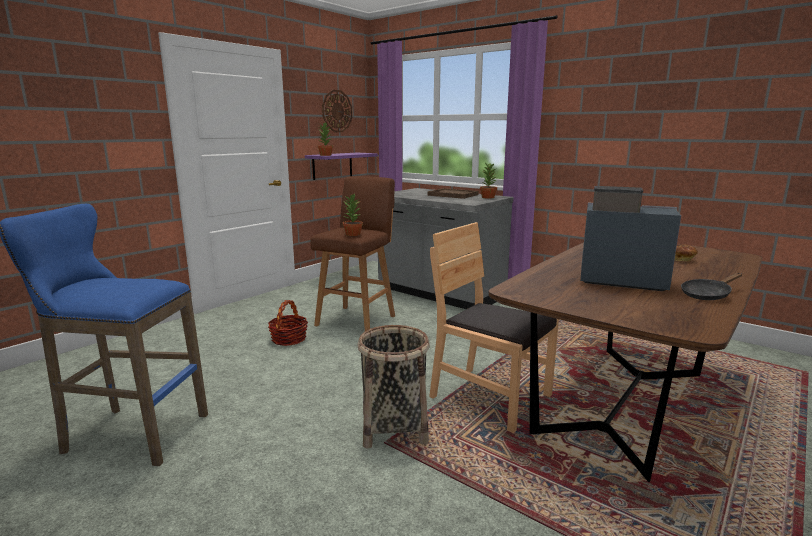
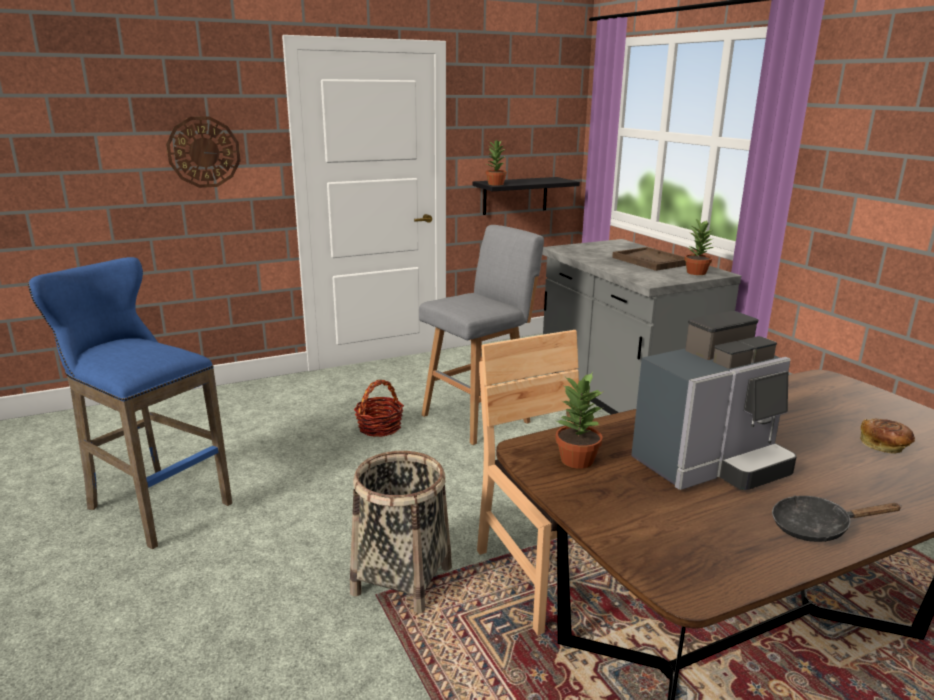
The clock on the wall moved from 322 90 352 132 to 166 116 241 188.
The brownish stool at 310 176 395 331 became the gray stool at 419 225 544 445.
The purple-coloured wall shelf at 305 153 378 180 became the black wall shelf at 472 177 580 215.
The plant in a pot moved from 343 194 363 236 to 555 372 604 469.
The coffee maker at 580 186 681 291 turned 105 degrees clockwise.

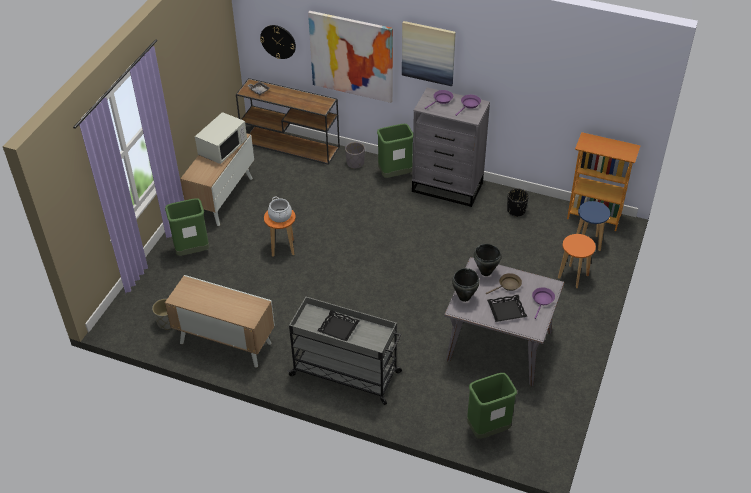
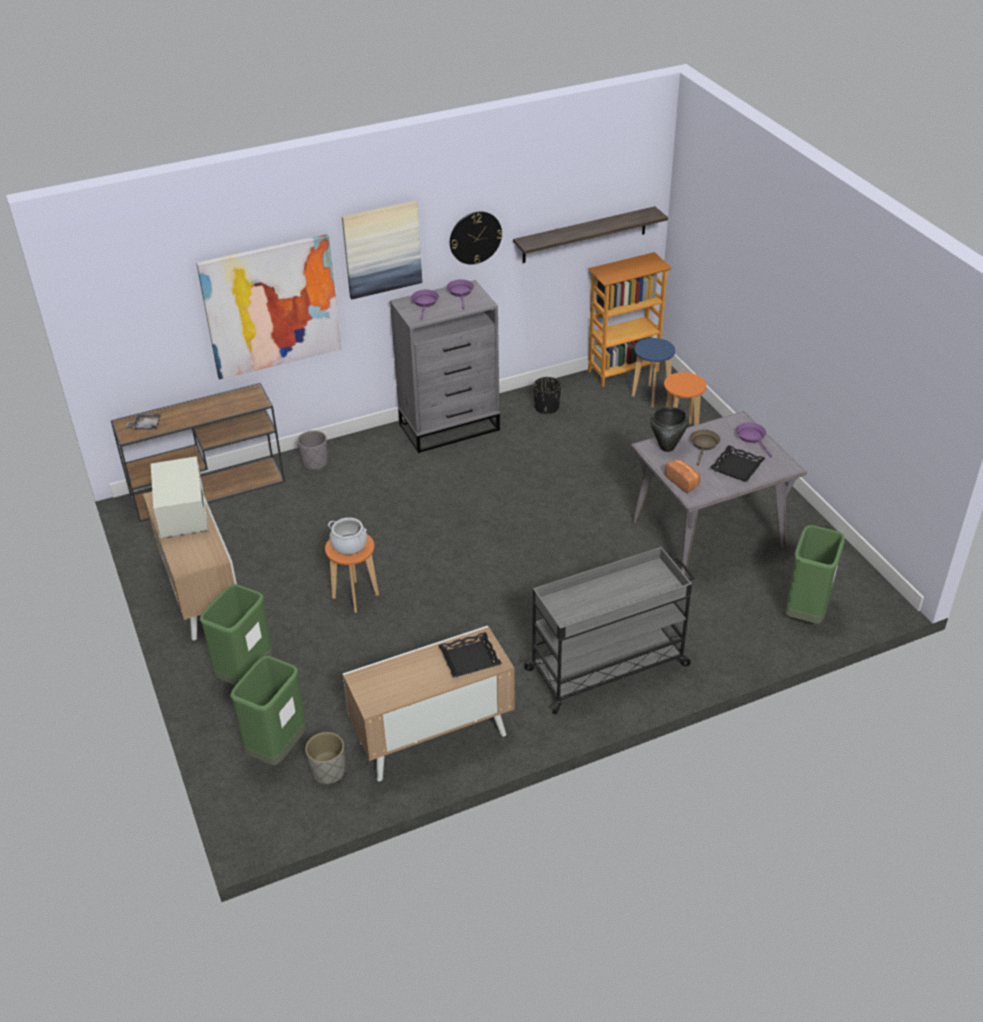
The green-coloured trash can moved from 377 124 413 178 to 230 656 306 765.
The black serving tray moved from 317 310 360 341 to 439 632 502 678.
The clock on the wall moved from 260 25 296 59 to 450 211 502 265.
The wall shelf at 513 206 668 263 appeared.
The black cooking pot at 452 268 480 302 was replaced by the bread at 665 460 700 493.

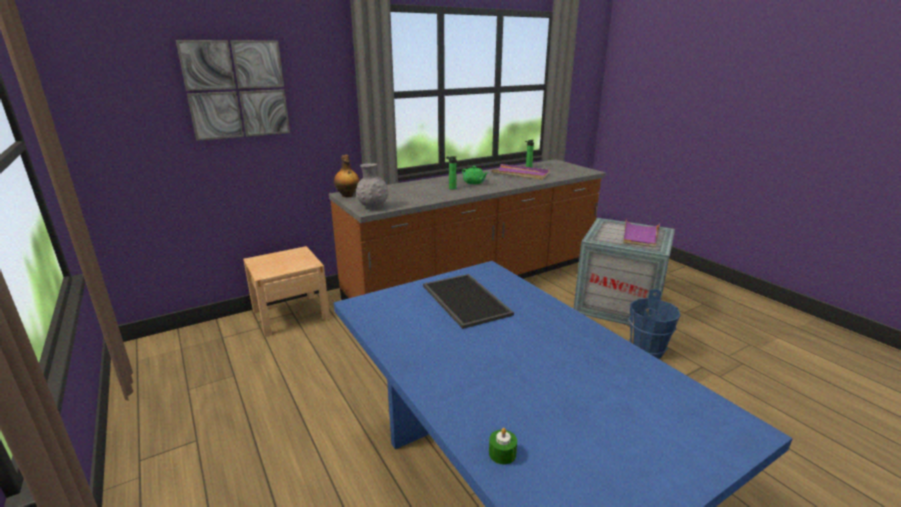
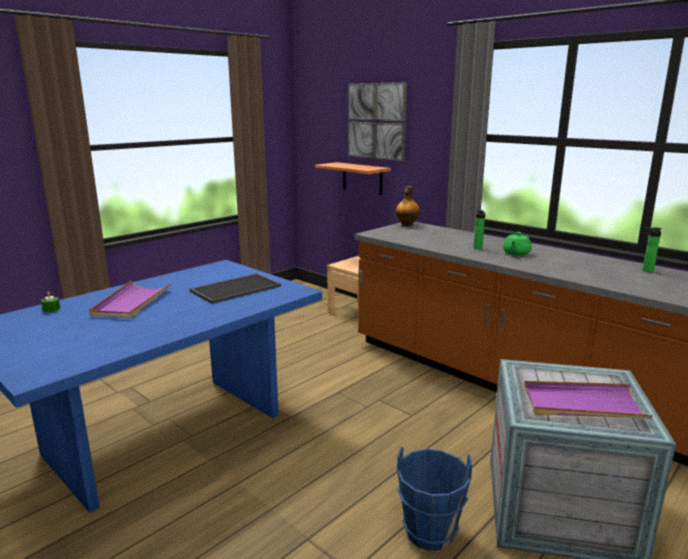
The purple-coloured serving tray moved from 492 164 550 180 to 89 281 172 318.
The wall shelf at 315 162 391 195 appeared.
The gray vase at 356 163 389 208 disappeared.

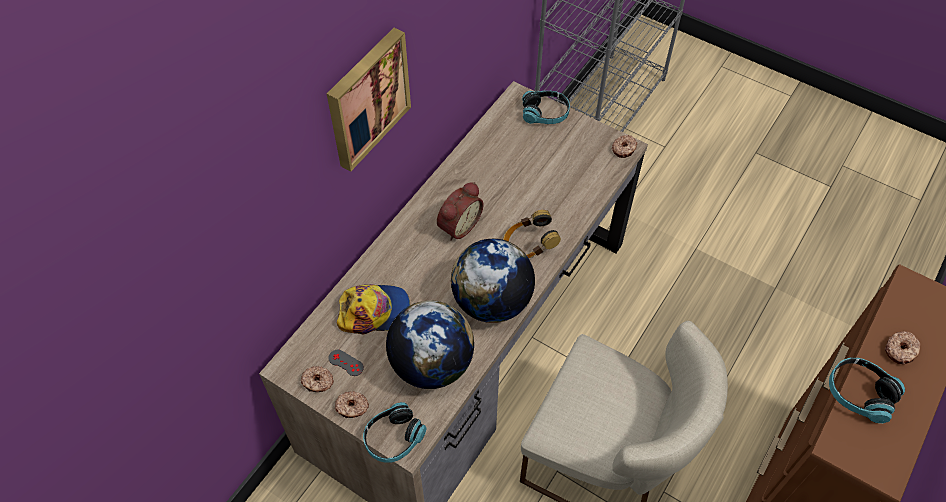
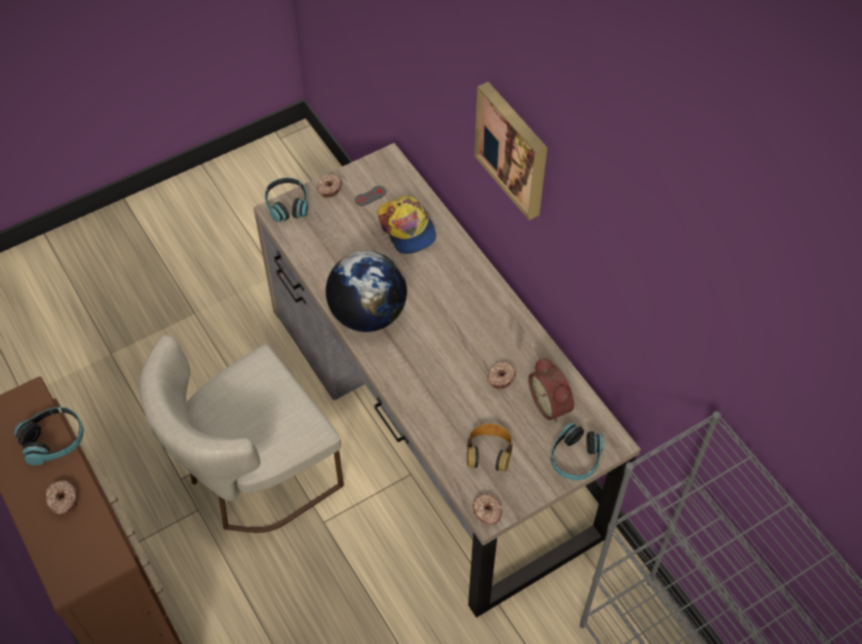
The baseball cap at 336 284 410 334 turned 45 degrees counterclockwise.
The headset moved from 503 210 561 258 to 467 423 513 472.
The ring doughnut moved from 300 366 334 392 to 487 361 516 389.
The table clock moved from 437 182 484 241 to 528 357 574 422.
The world globe at 386 300 474 389 disappeared.

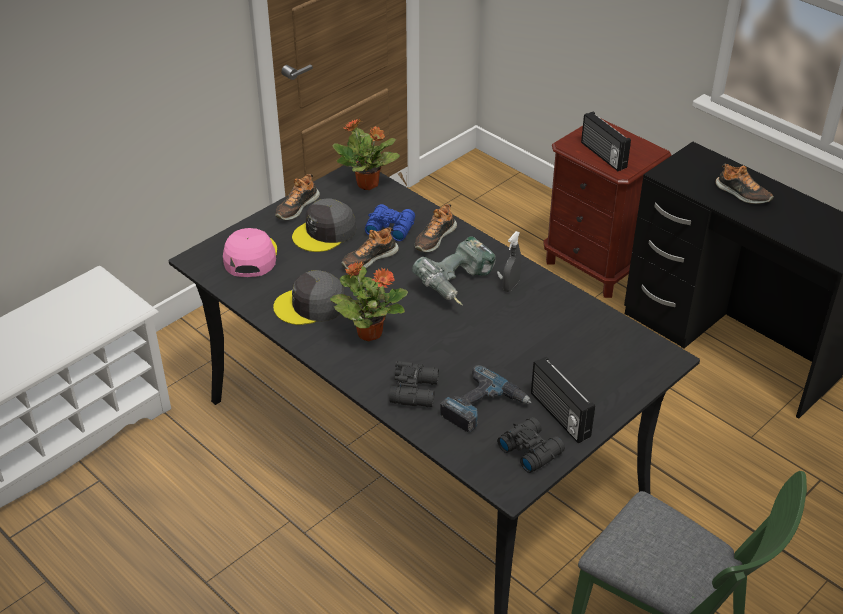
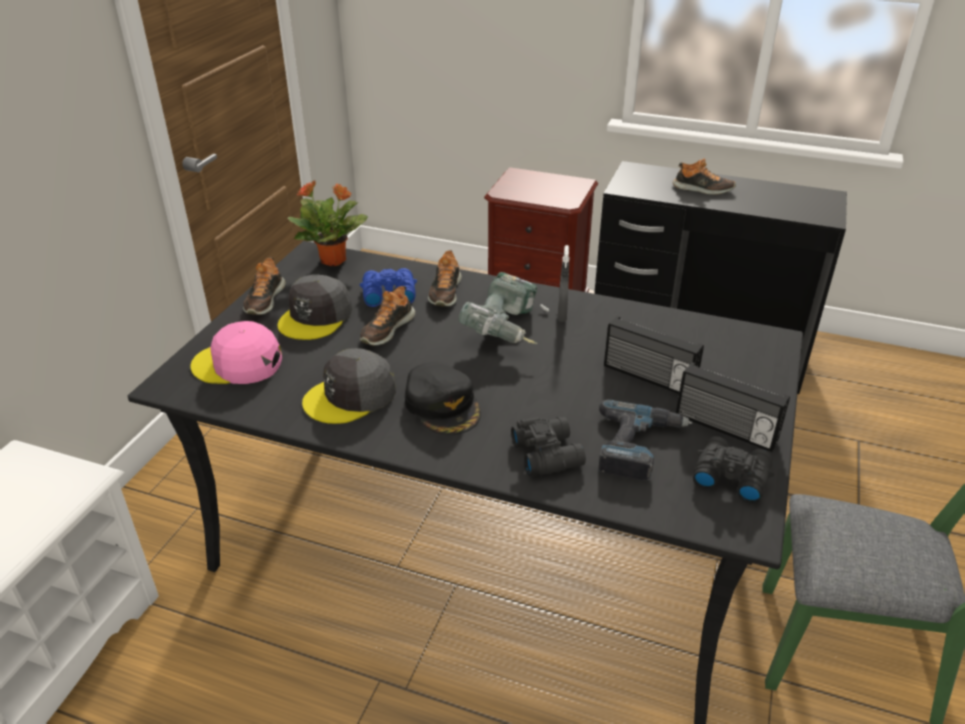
The pinkish baseball cap at 223 228 277 277 turned 60 degrees counterclockwise.
The plant in a pot at 330 262 408 341 was replaced by the black baseball cap at 405 362 481 435.
The radio moved from 581 111 631 171 to 604 316 704 394.

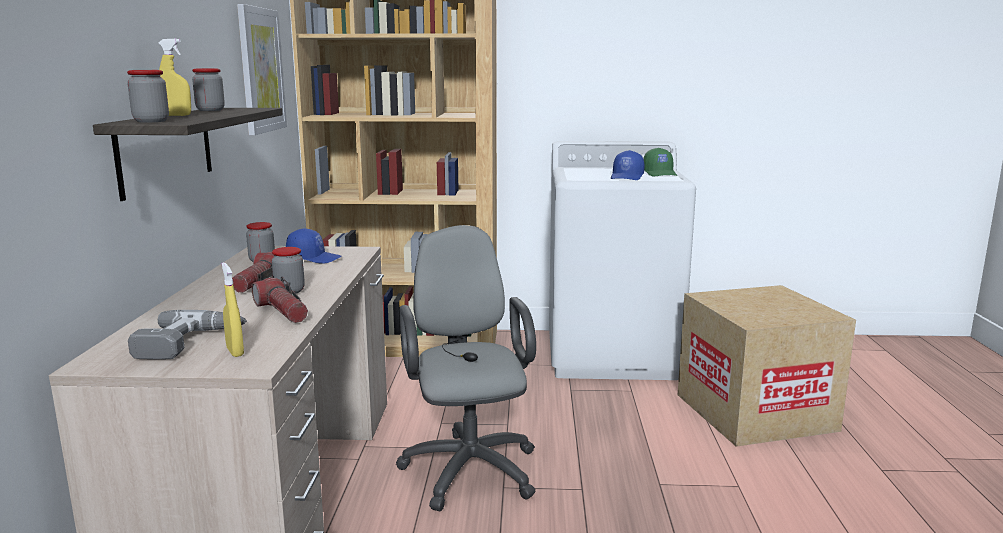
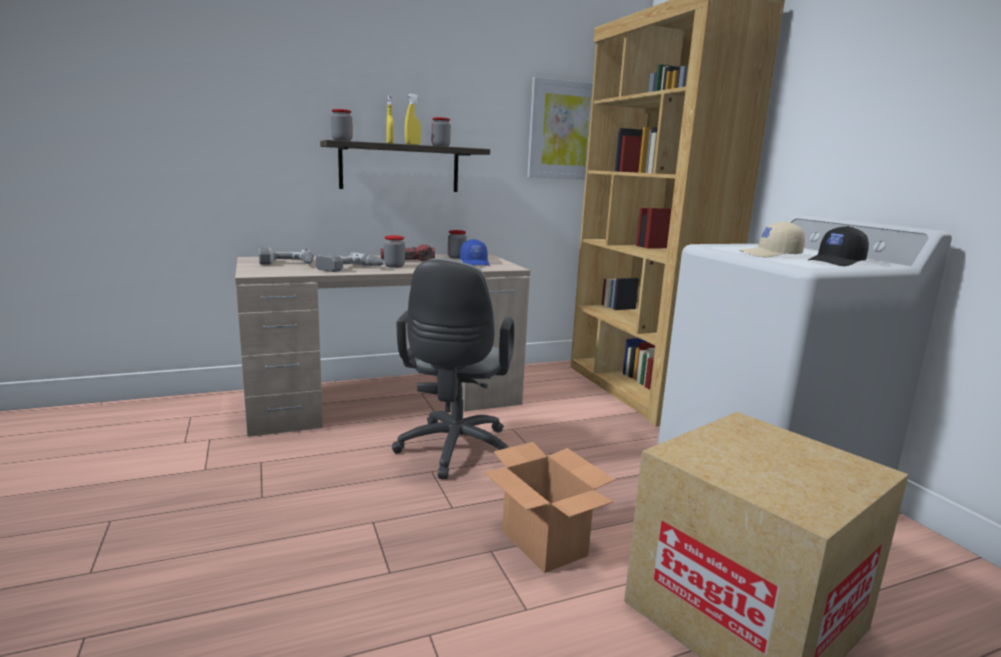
The hand torch at 252 277 308 323 was replaced by the drill at 315 252 385 272.
The gray desk chair at 396 225 536 511 turned 135 degrees clockwise.
The yellowish sprayer moved from 222 262 244 357 to 405 94 421 145.
The packing box at 484 442 615 573 appeared.
The blue-coloured baseball cap at 611 150 644 180 became the sand-coloured baseball cap at 740 221 805 257.
The green-coloured baseball cap at 643 148 677 176 became the black baseball cap at 807 226 869 266.

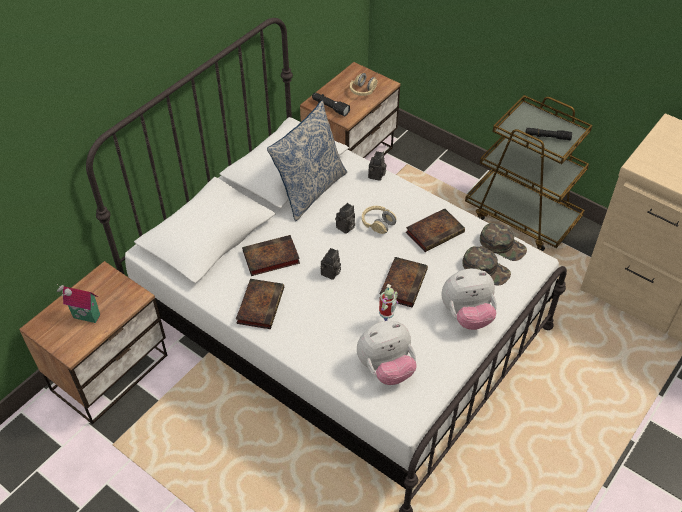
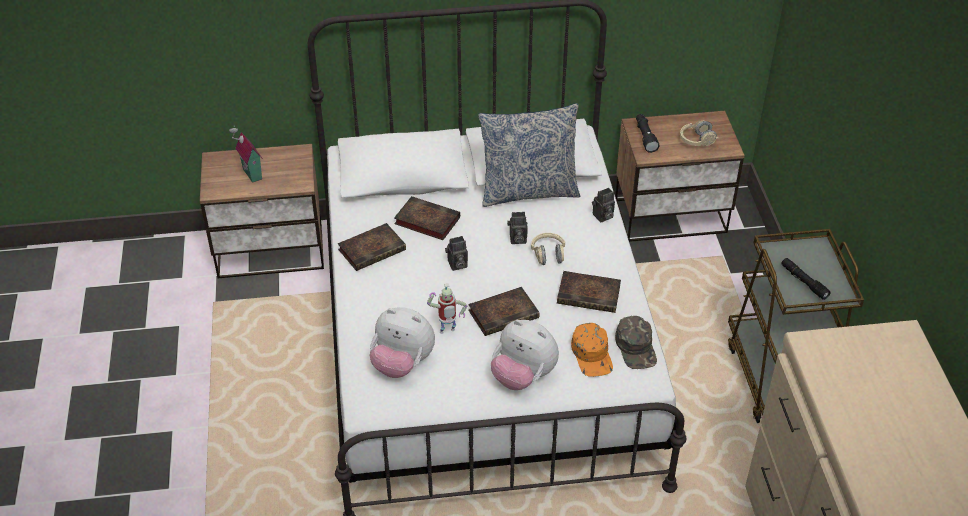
The green-coloured baseball cap at 462 246 511 285 became the orange-coloured baseball cap at 571 323 613 377.

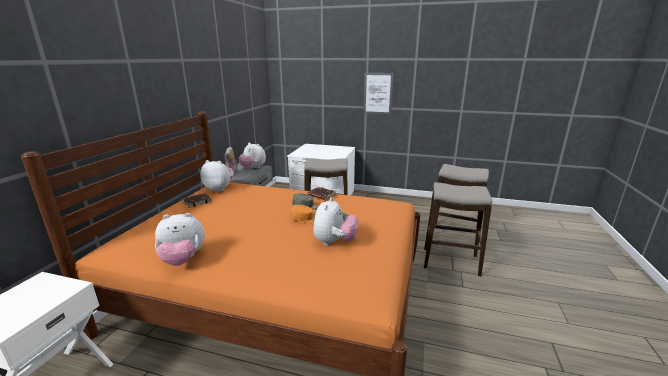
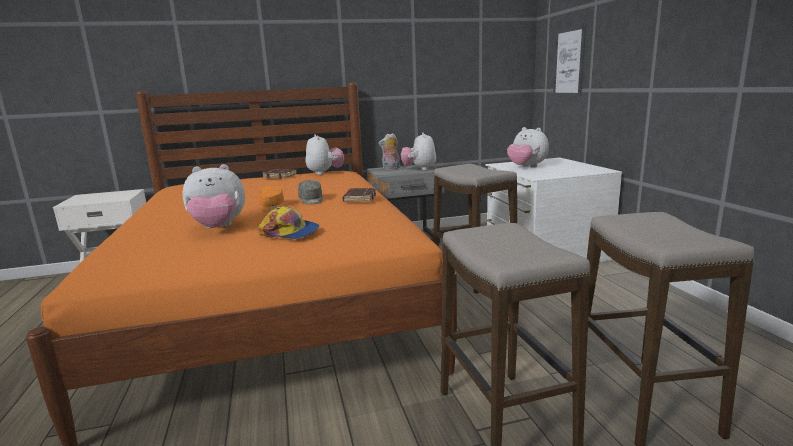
The baseball cap at 258 206 319 239 appeared.
The cuddly toy moved from 155 213 205 266 to 507 127 549 168.
The wall picture moved from 363 73 394 115 to 553 24 586 97.

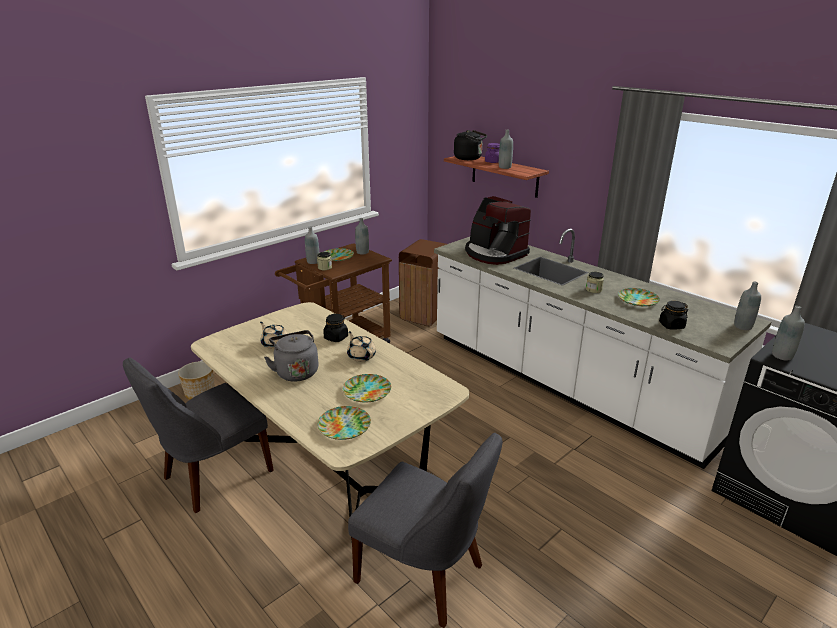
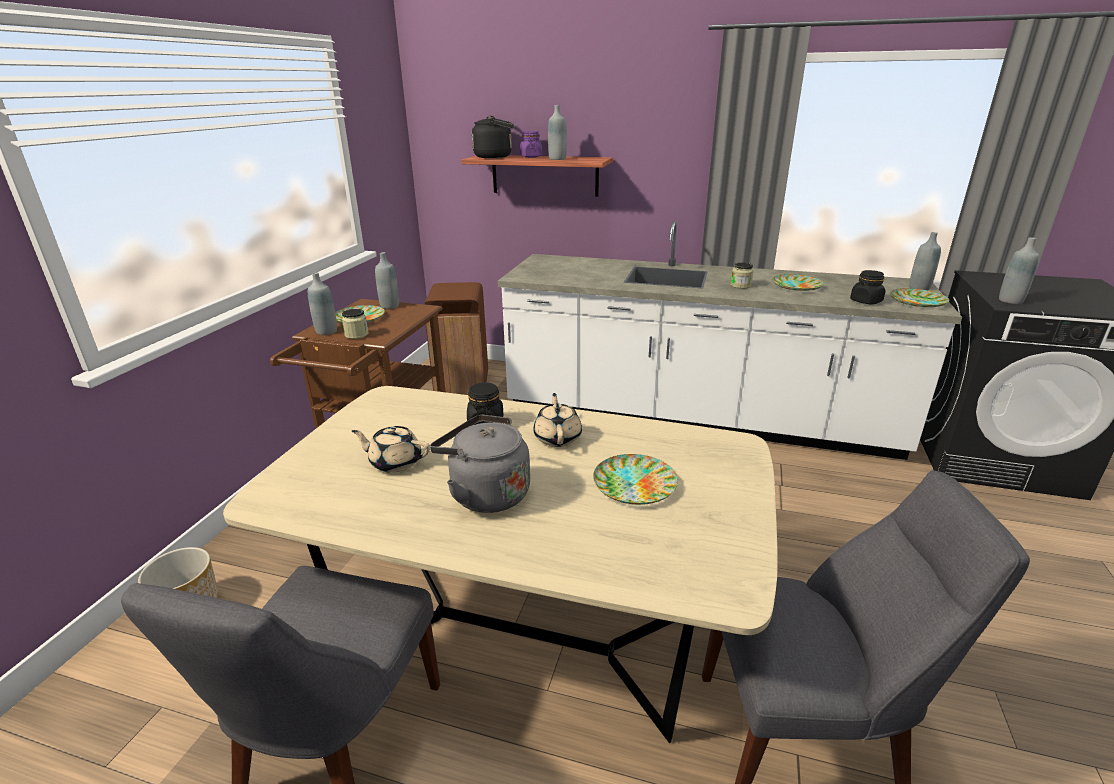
The sand-coloured teapot at 347 331 376 362 turned 60 degrees clockwise.
The flat dish moved from 317 406 371 440 to 890 288 950 307.
The coffee maker at 465 196 531 265 disappeared.

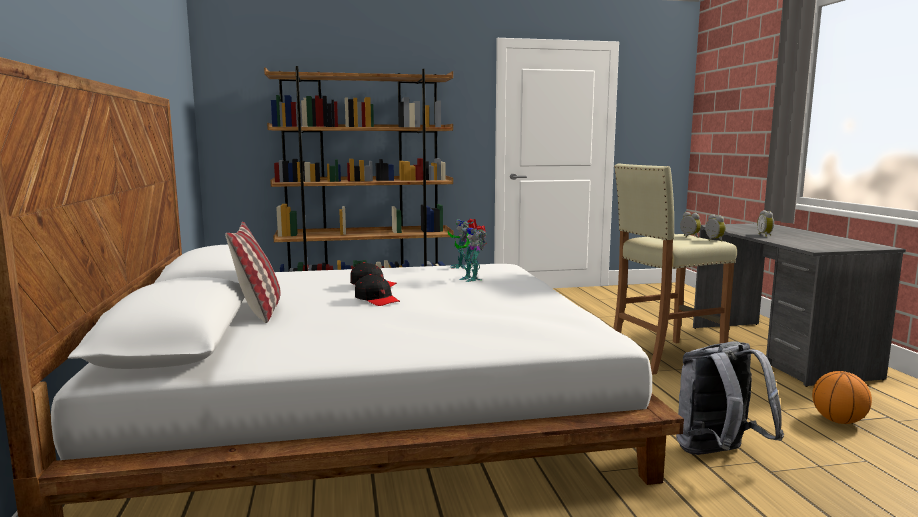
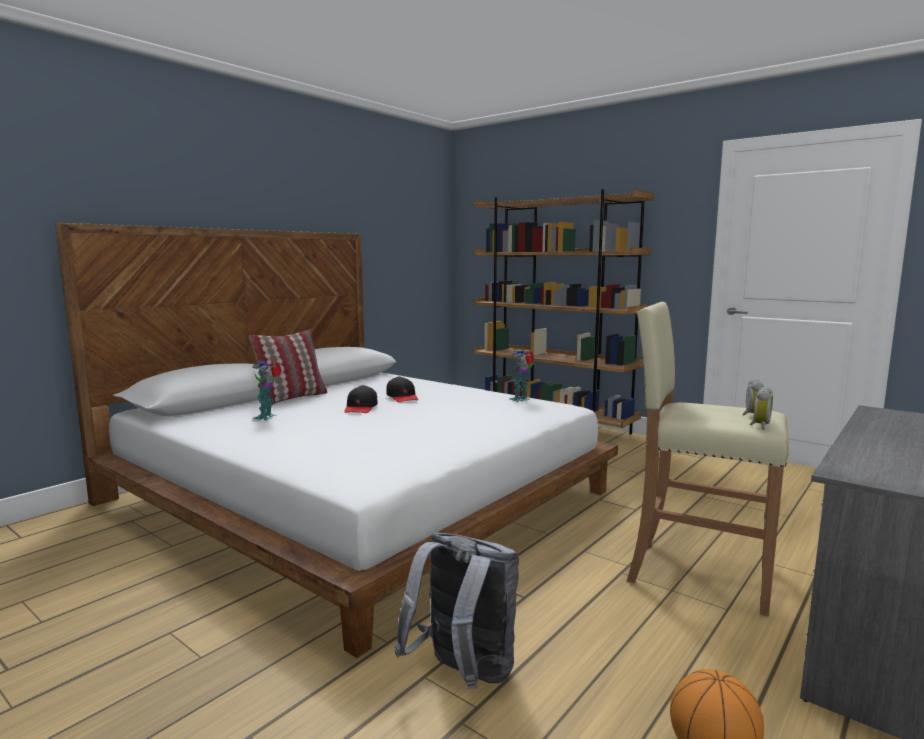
The robot figure moved from 455 225 487 282 to 252 361 282 420.
The table clock at 757 210 774 237 disappeared.

